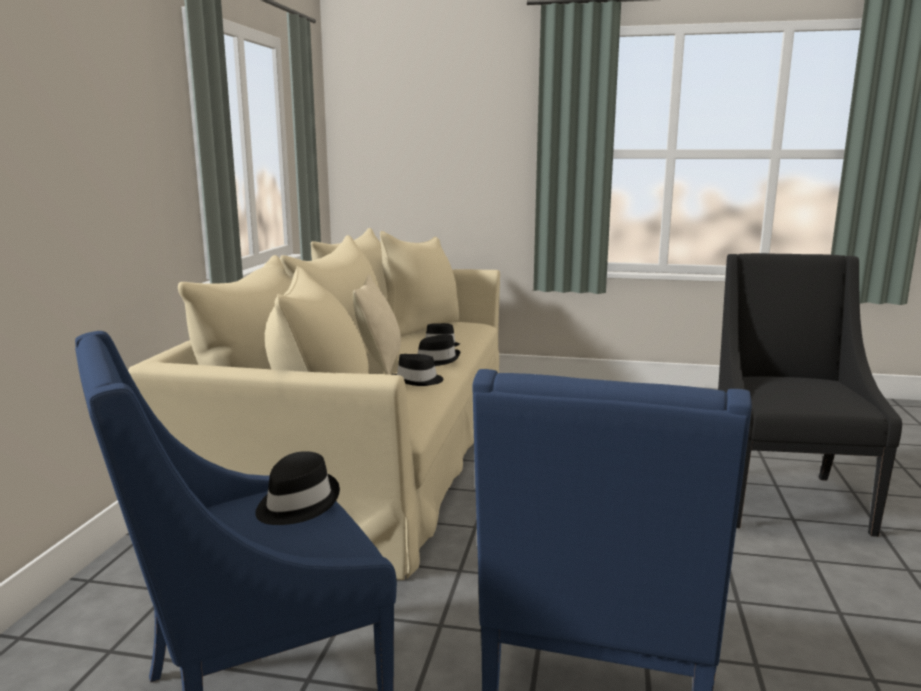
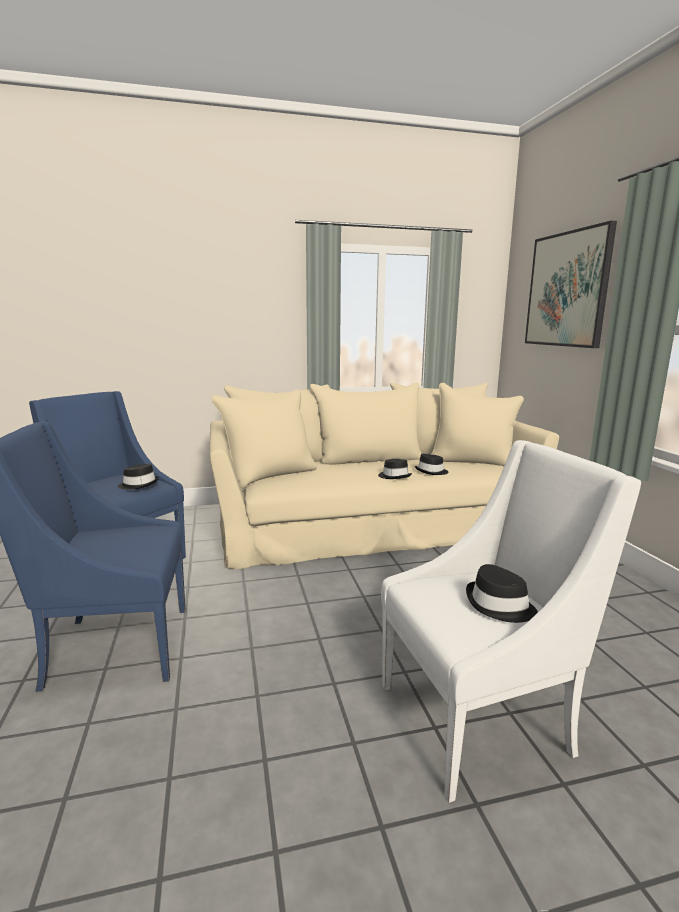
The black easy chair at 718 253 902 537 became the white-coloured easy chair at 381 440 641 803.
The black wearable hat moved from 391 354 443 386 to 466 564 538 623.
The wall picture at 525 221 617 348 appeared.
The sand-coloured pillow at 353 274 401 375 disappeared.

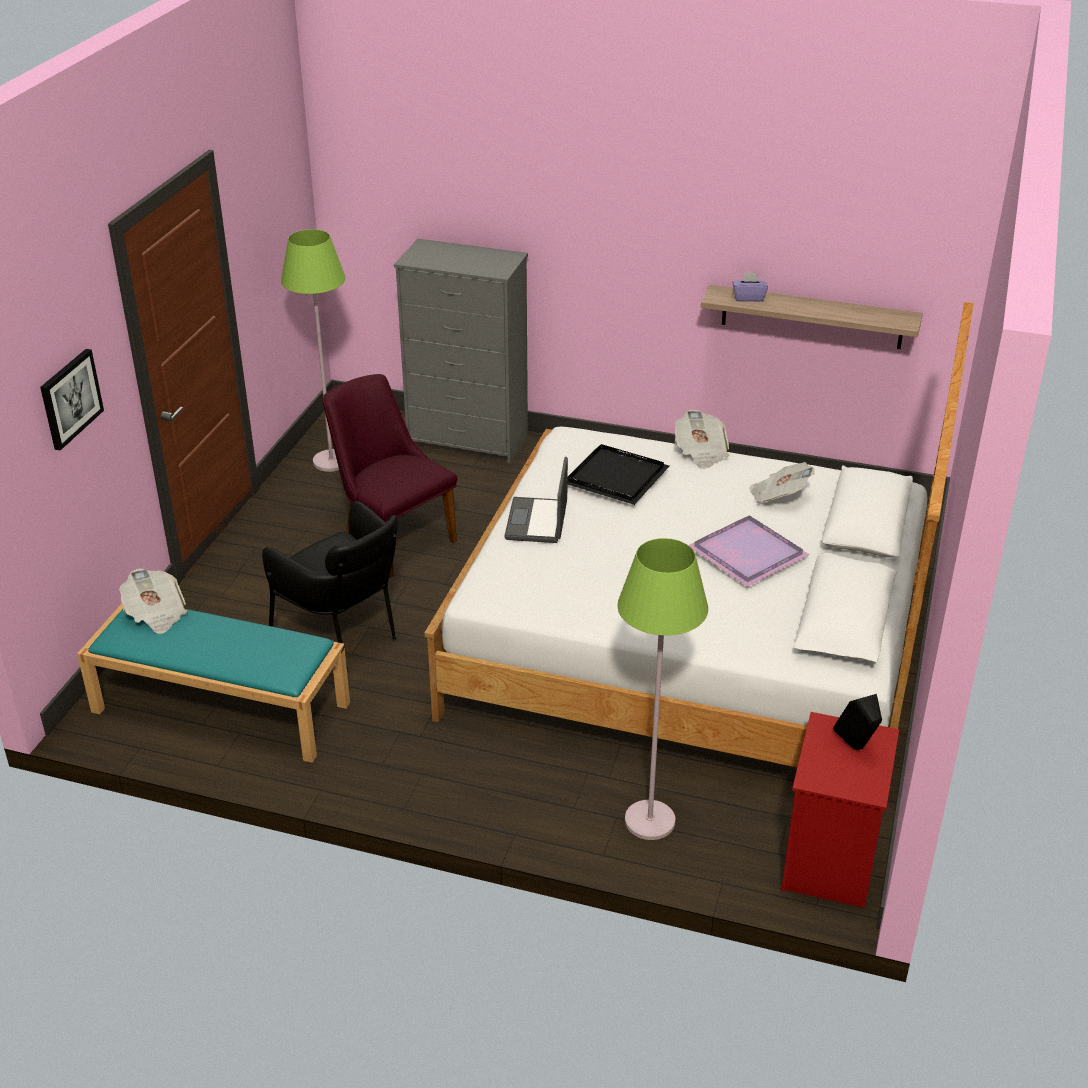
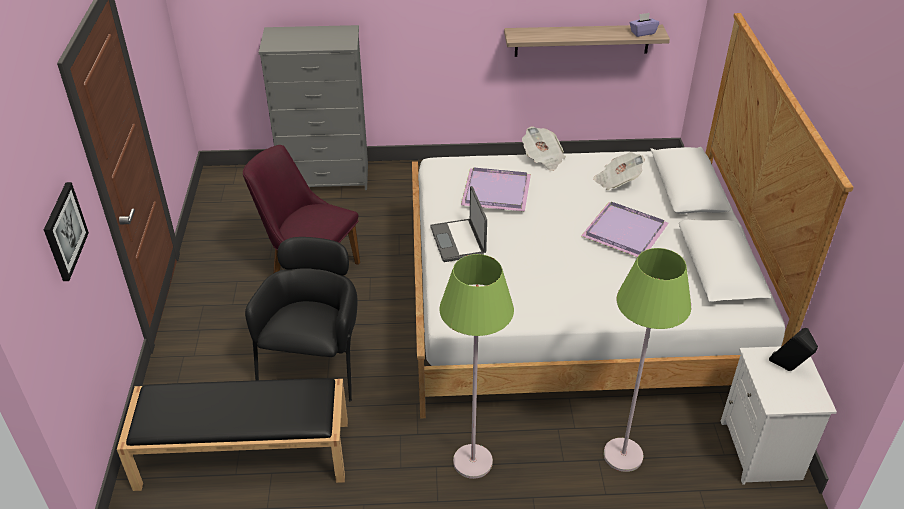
The blue-green long seat at 77 603 350 763 became the black long seat at 117 378 348 491.
The black easy chair at 262 501 398 643 turned 105 degrees counterclockwise.
The green-coloured floor lamp moved from 281 229 346 472 to 439 254 514 479.
The black serving tray at 567 444 669 505 became the purple-coloured serving tray at 461 167 531 211.
The purple-coloured tissue box moved from 732 272 768 302 to 630 13 659 37.
The red-coloured nightstand at 781 712 899 908 became the white-coloured nightstand at 721 346 837 484.
The printed paper at 119 568 187 634 disappeared.

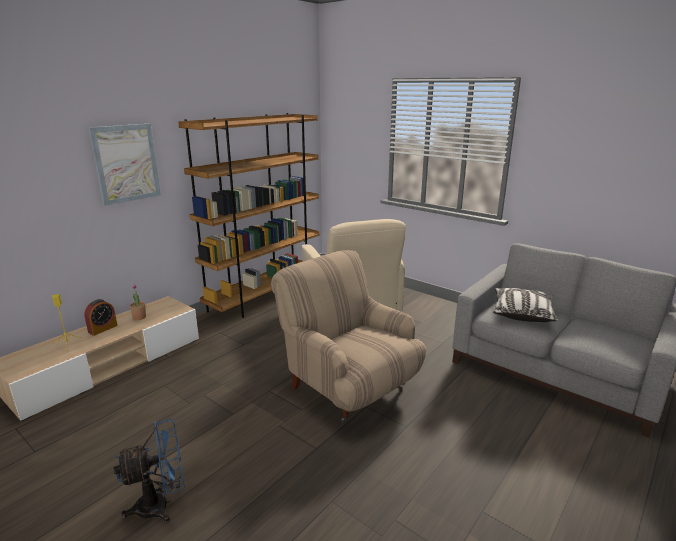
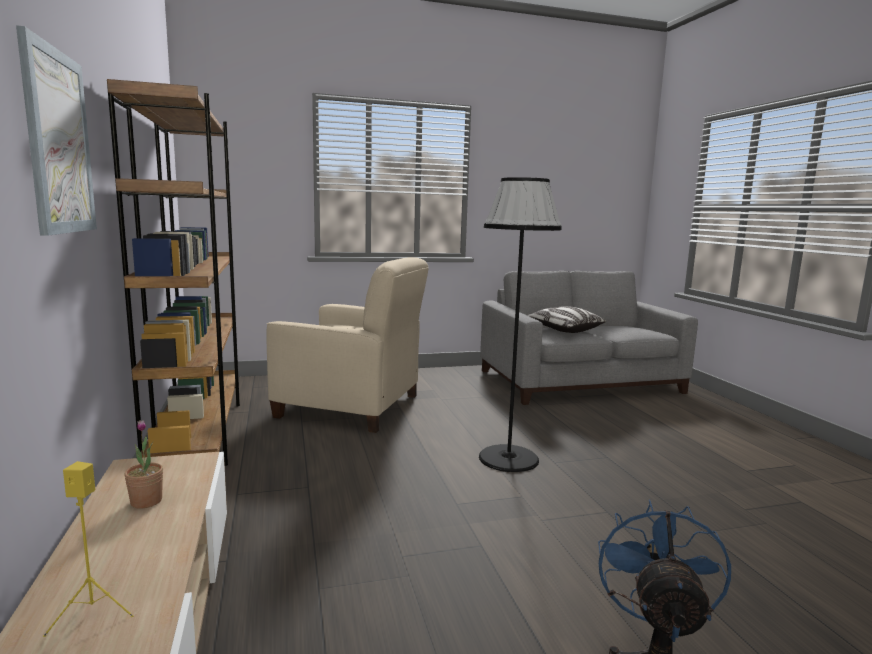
The sand-coloured easy chair at 271 250 426 422 was replaced by the black floor lamp at 479 177 562 472.
The table clock at 84 299 118 336 disappeared.

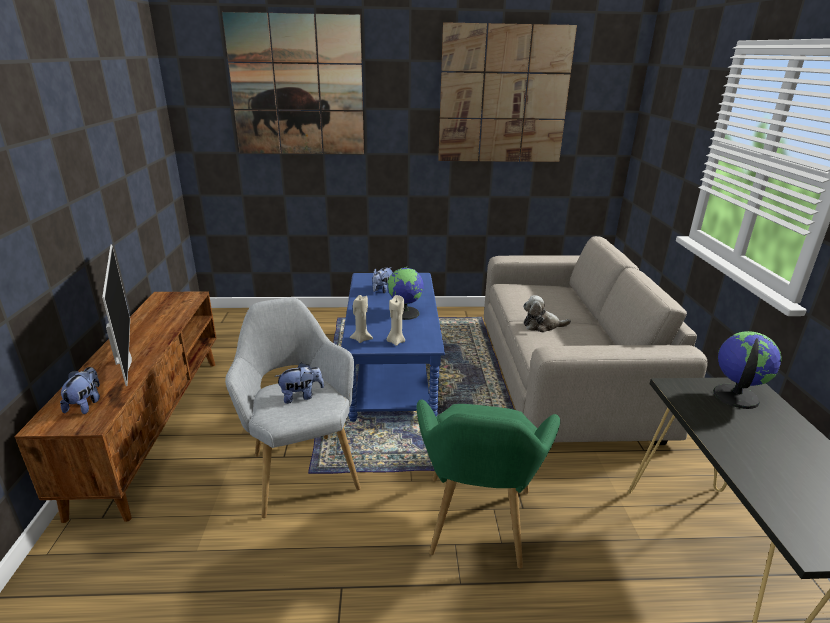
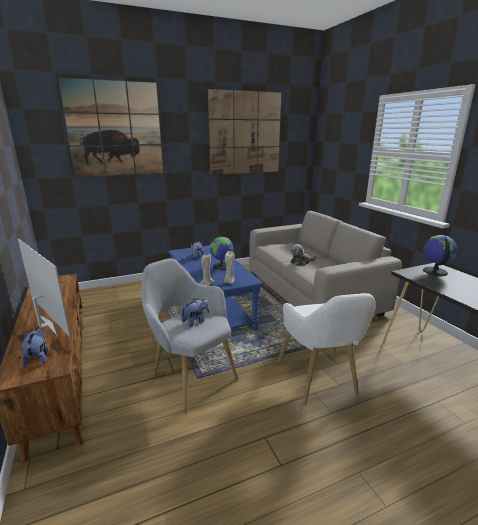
The green-coloured easy chair at 416 400 560 569 became the white-coloured easy chair at 278 293 376 403.

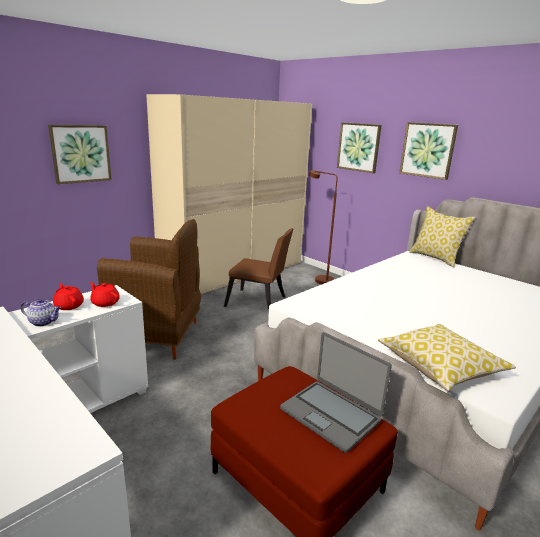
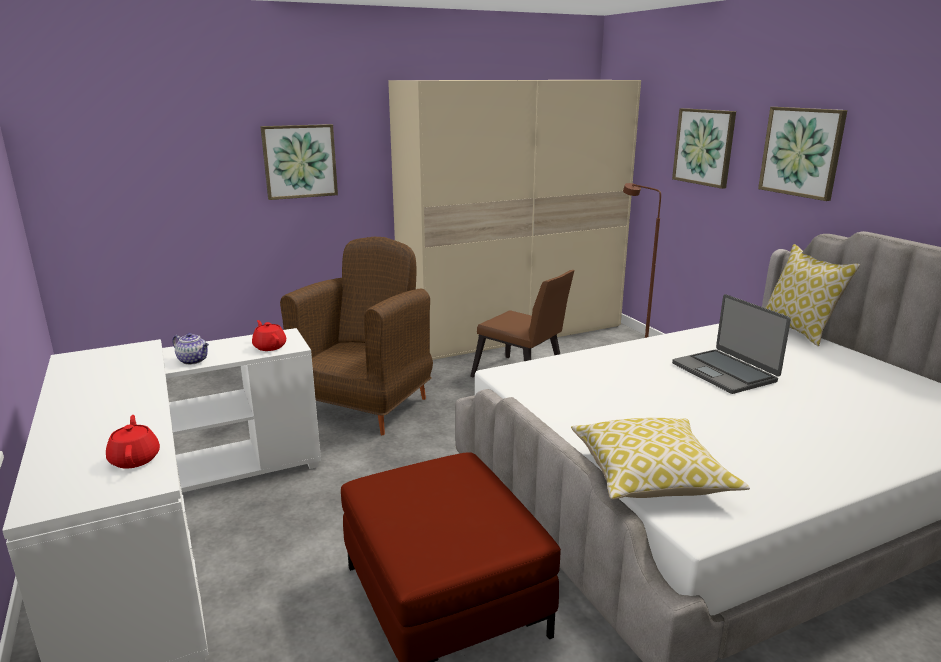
The red-coloured teapot moved from 53 283 84 310 to 106 415 160 469.
The brownish easy chair at 97 219 201 360 turned 90 degrees counterclockwise.
The portable computer moved from 280 332 392 453 to 672 294 791 394.

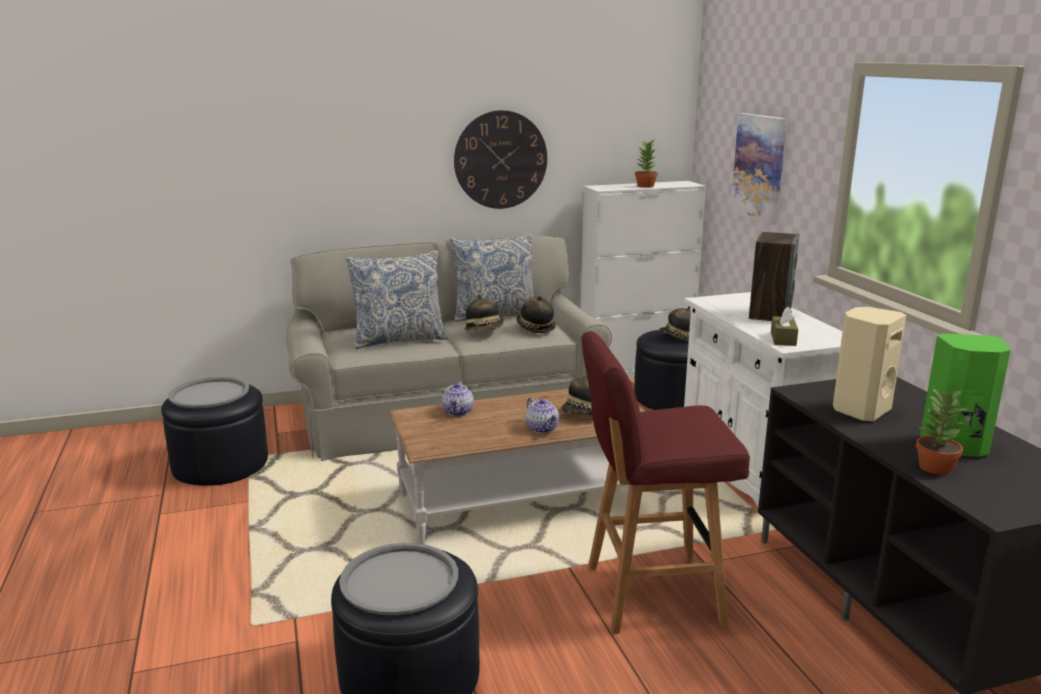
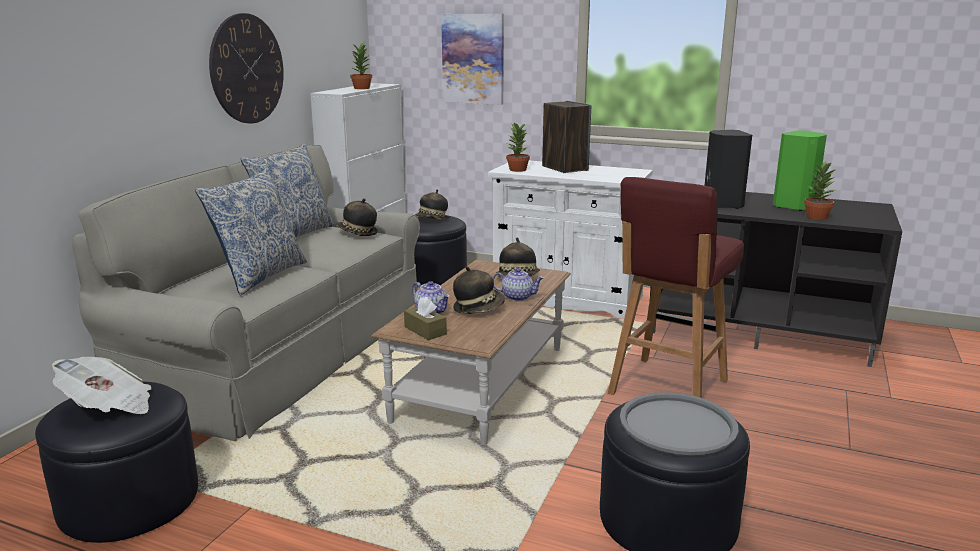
The gray serving tray at 168 377 249 408 was replaced by the printed paper at 52 357 151 414.
The brownish tissue box moved from 771 307 798 346 to 404 297 447 340.
The wearable hat moved from 464 294 504 332 to 453 266 505 314.
The plant in a pot at 506 123 530 172 appeared.
The sand-coloured audio speaker at 833 307 907 421 became the black audio speaker at 704 130 752 209.

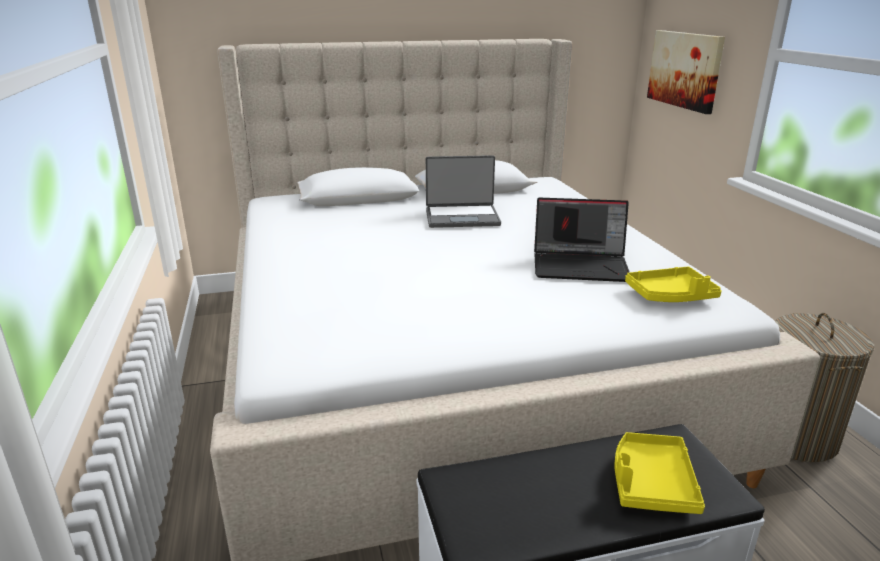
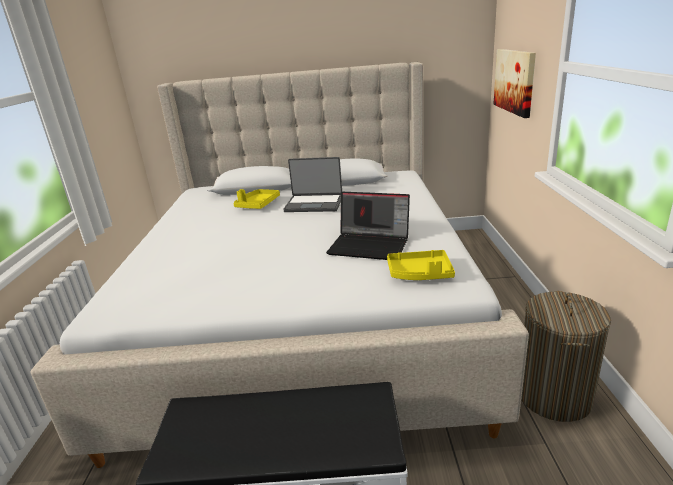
The yellowish serving tray moved from 614 432 705 514 to 233 189 280 209.

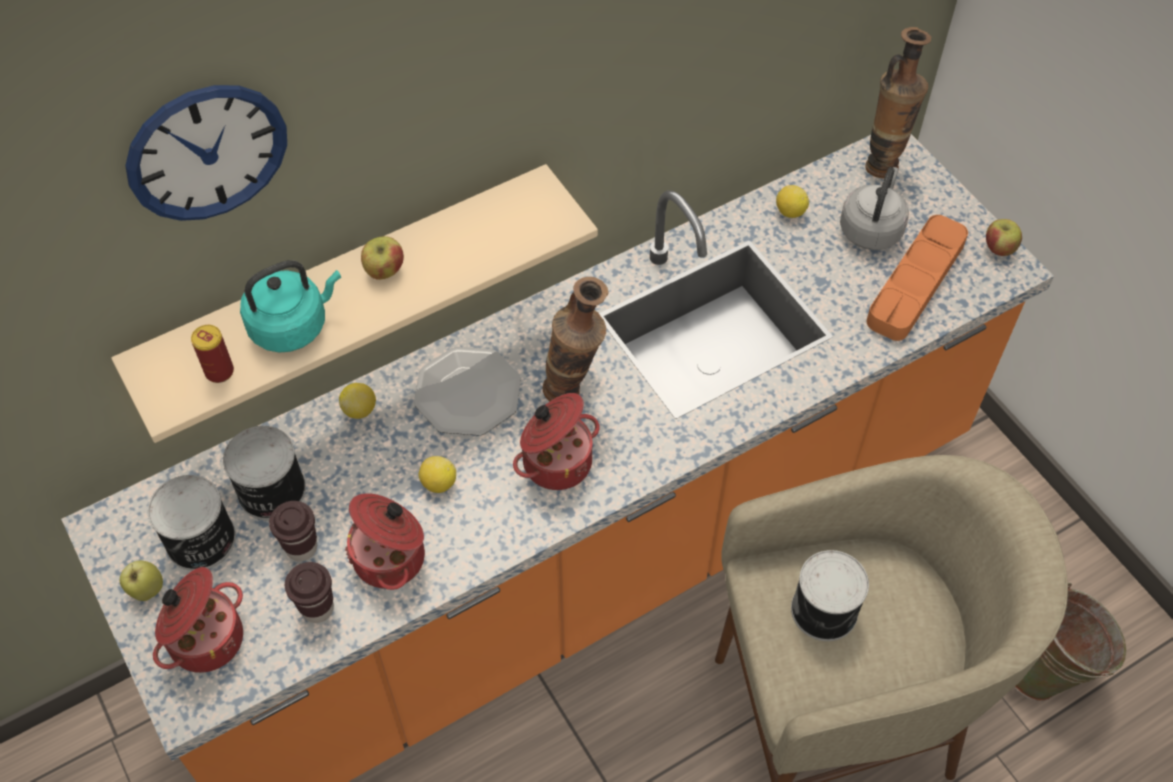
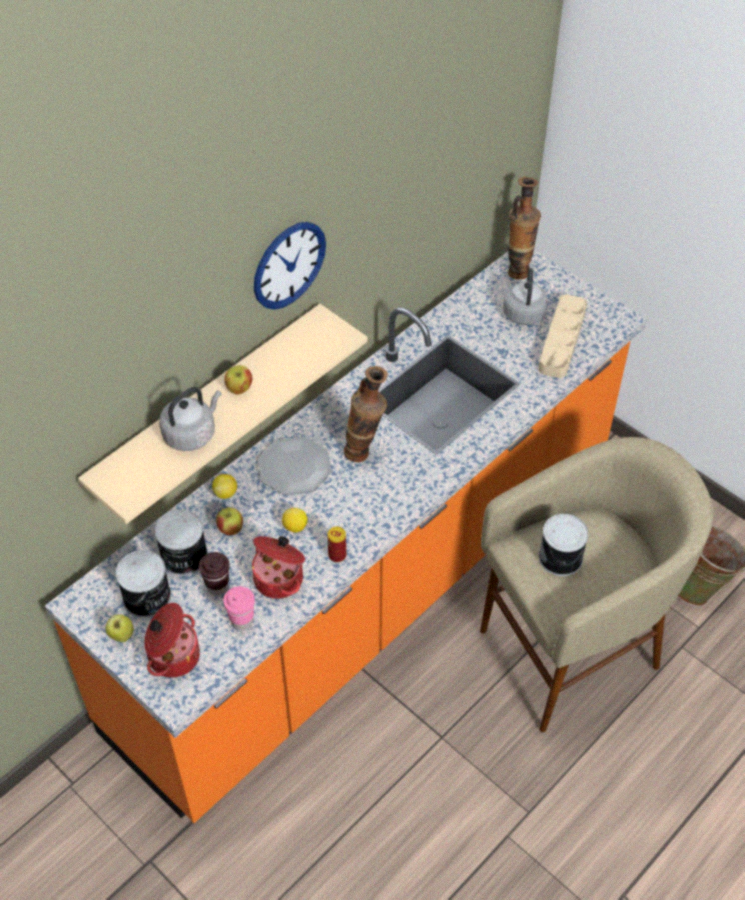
The blue-green water kettle at 240 260 341 352 became the gray water kettle at 159 387 221 451.
The apple moved from 986 219 1022 256 to 216 507 243 535.
The brownish small cup at 285 562 334 623 became the pinkish small cup at 223 586 255 630.
The clock on the wall moved from 125 85 287 221 to 254 222 326 310.
The sealed can moved from 191 325 234 383 to 327 527 346 562.
The orange-coloured serving tray at 867 215 968 341 became the sand-coloured serving tray at 538 294 587 378.
The cooking pot at 513 393 600 490 disappeared.
The lemon at 776 185 809 218 disappeared.

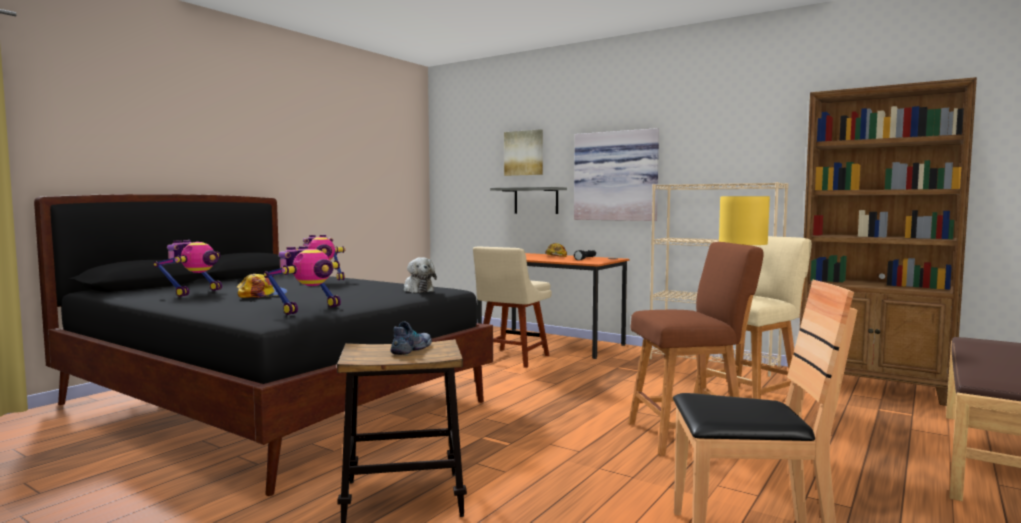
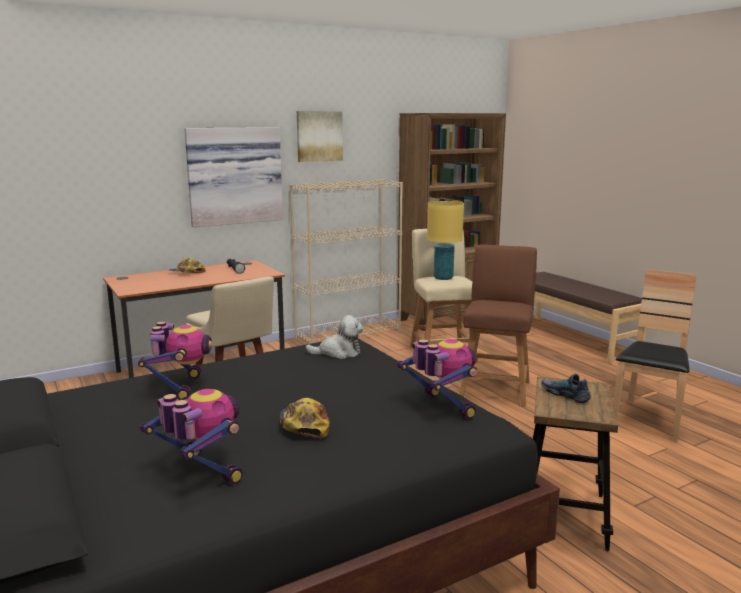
The wall picture moved from 504 129 543 176 to 297 111 343 162.
The gray wall shelf at 490 187 567 214 disappeared.

